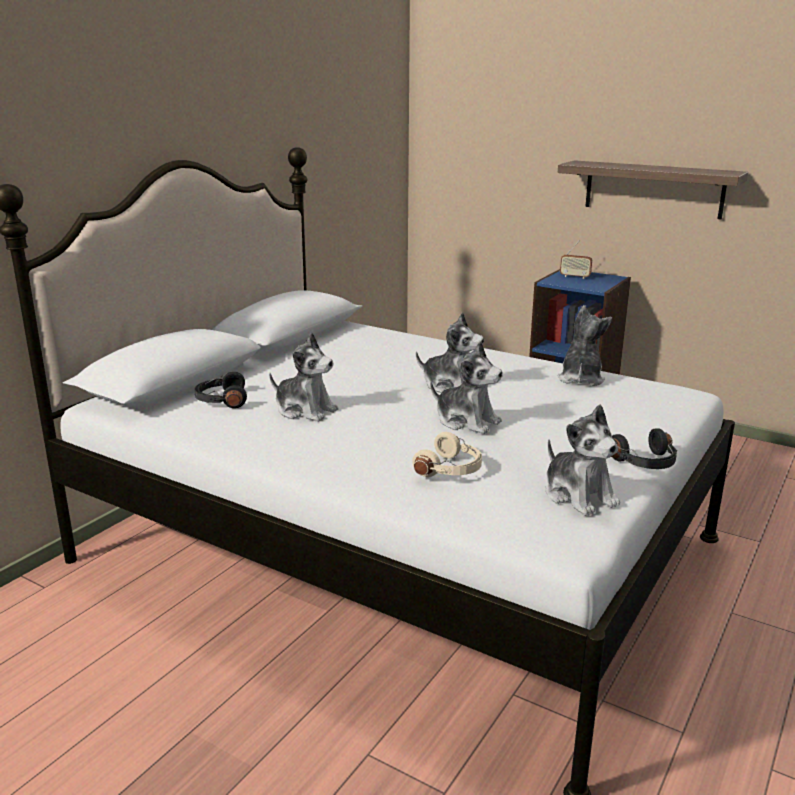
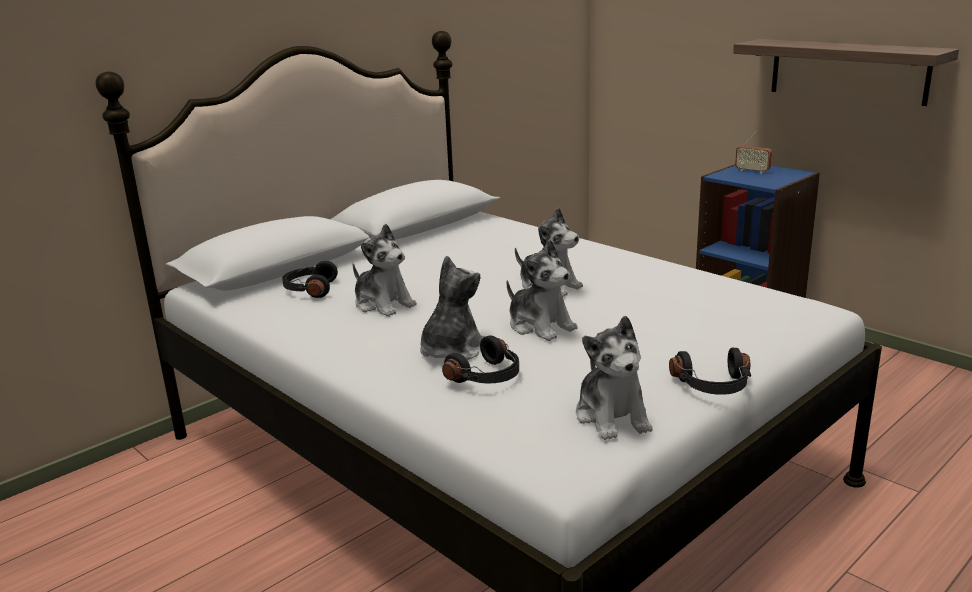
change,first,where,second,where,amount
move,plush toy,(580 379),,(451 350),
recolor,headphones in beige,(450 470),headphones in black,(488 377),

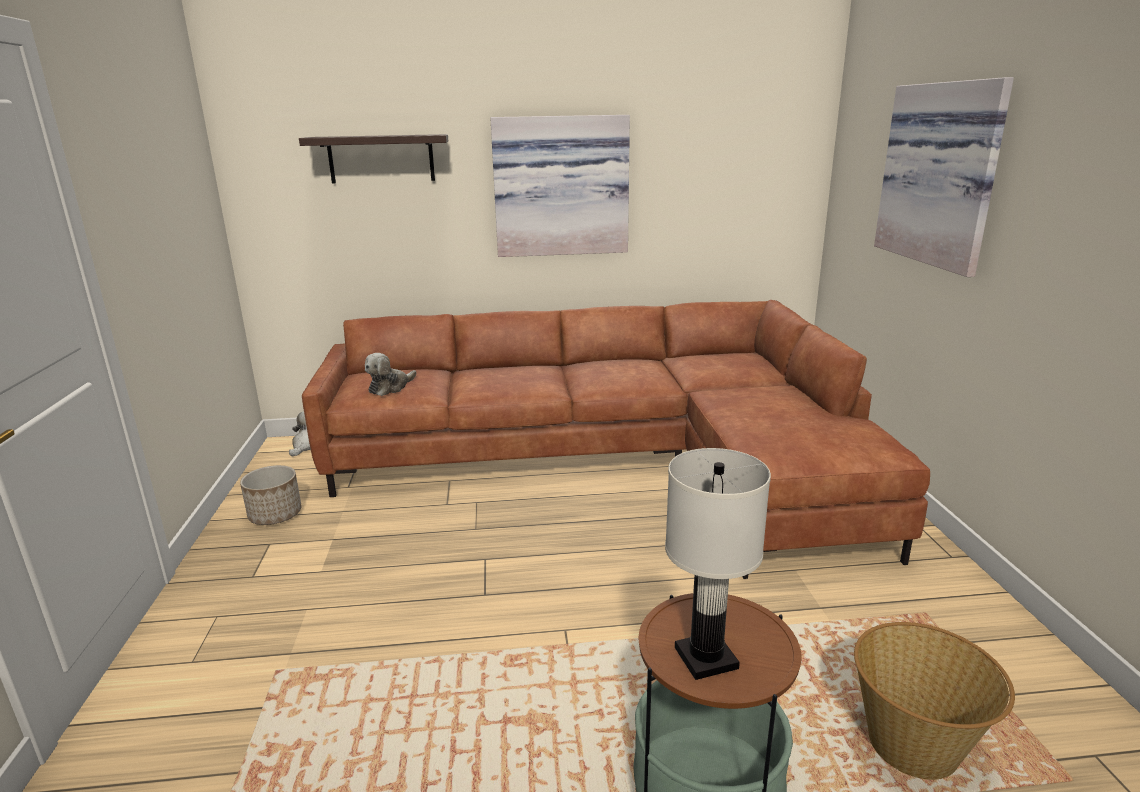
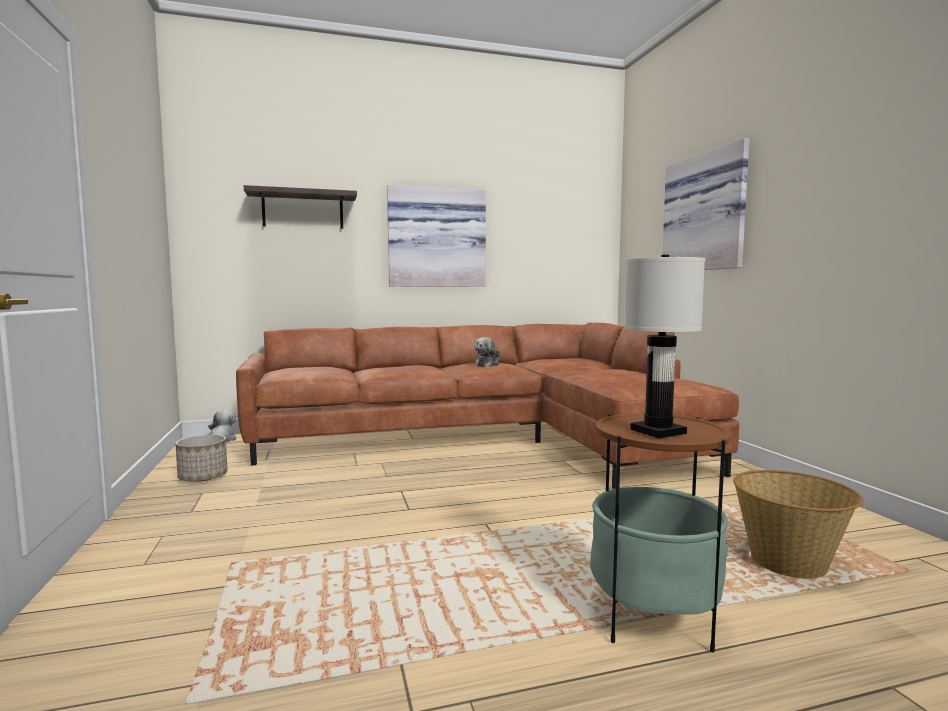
change,first,where,second,where,amount
move,plush toy,(390 387),,(488 364),

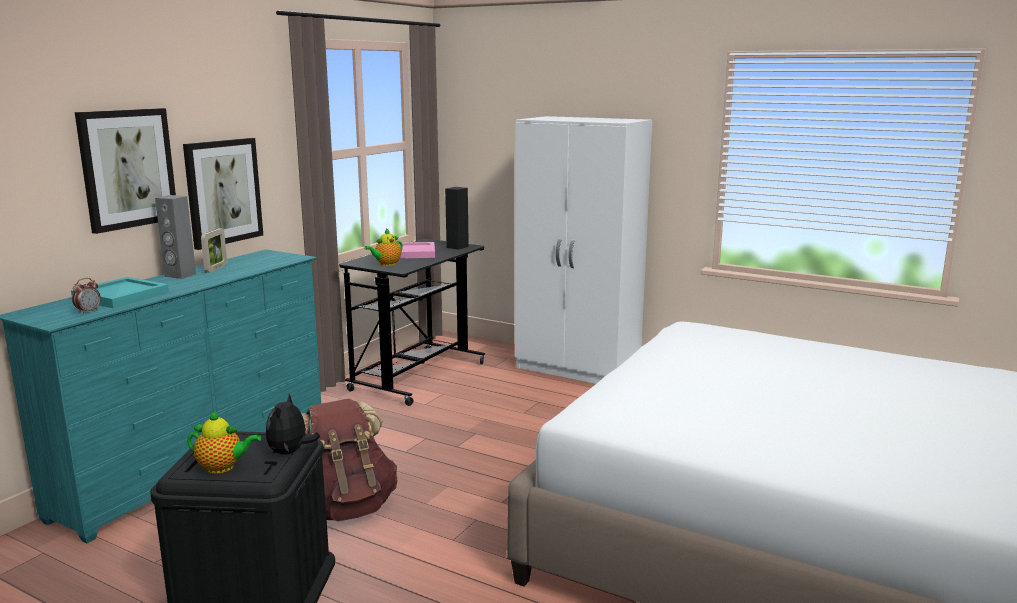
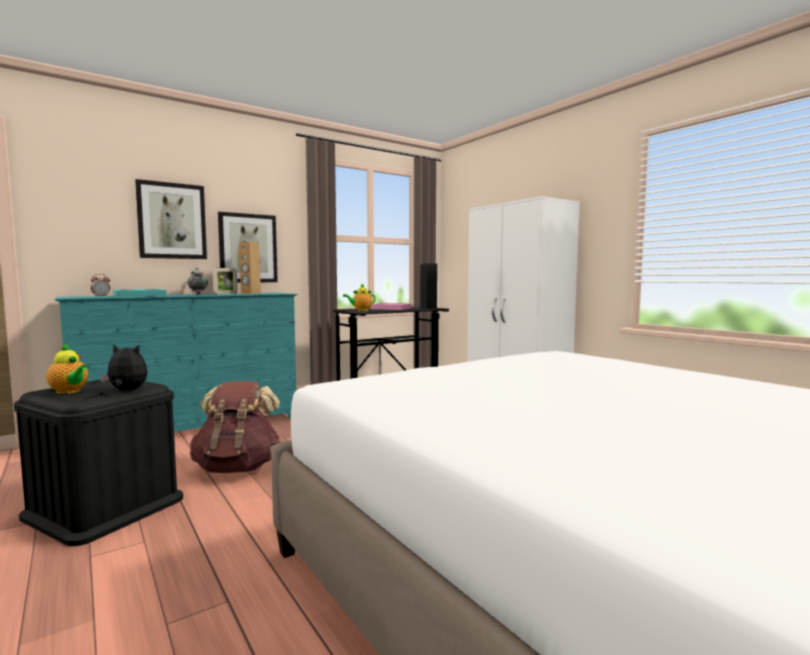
change,first,where,second,where,amount
rotate,plush toy,(290 452),,(127 390),60 degrees clockwise
replace,speaker in grey,(180 275),teapot,(197 294),
insert,,,speaker in brown,(250 293),

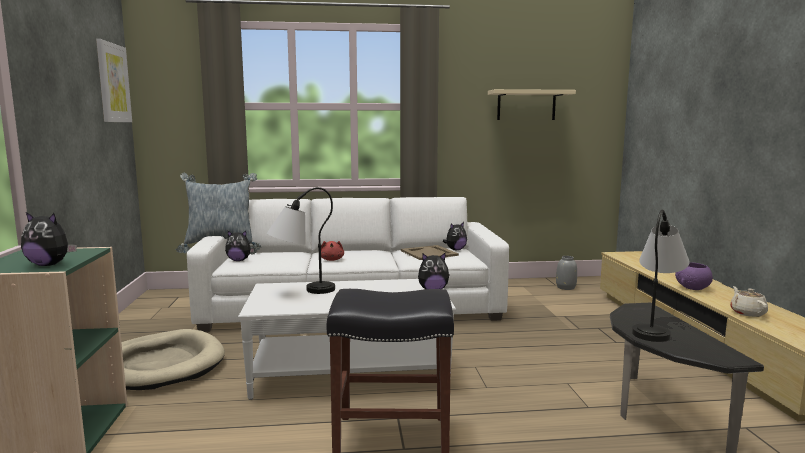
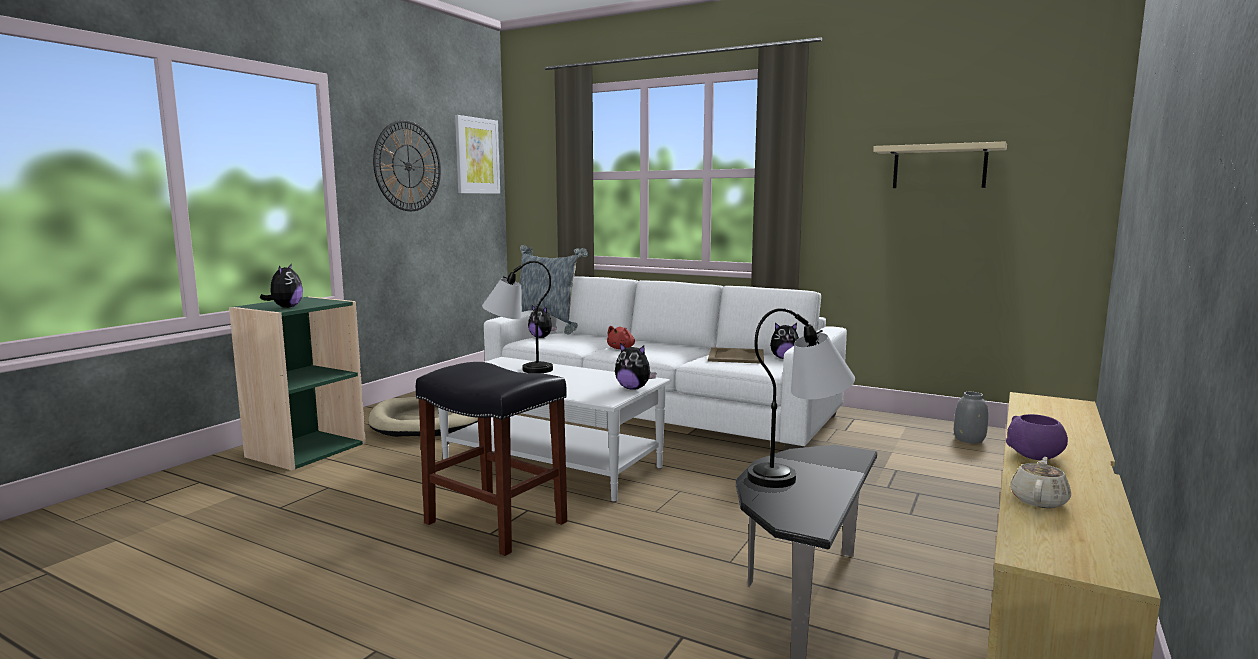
change,first,where,second,where,amount
rotate,plush toy,(49 265),,(286 307),135 degrees counterclockwise
insert,,,wall clock,(408 166),

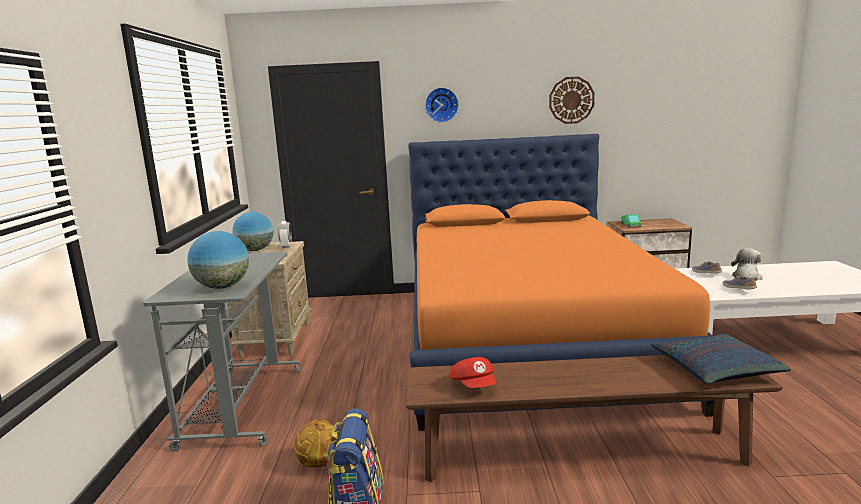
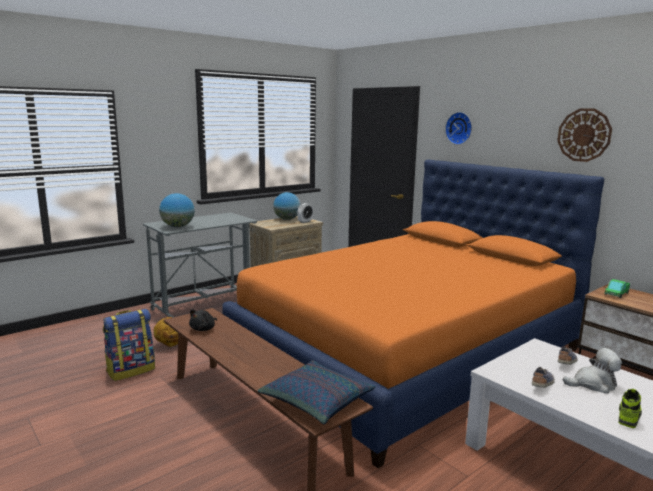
change,first,where,second,where,amount
replace,cap in red,(474 386),plush toy in black,(203 329),
insert,,,shoe,(628 415),

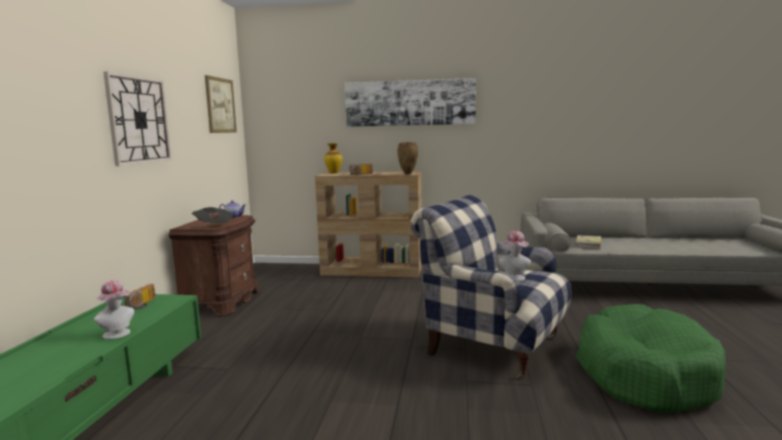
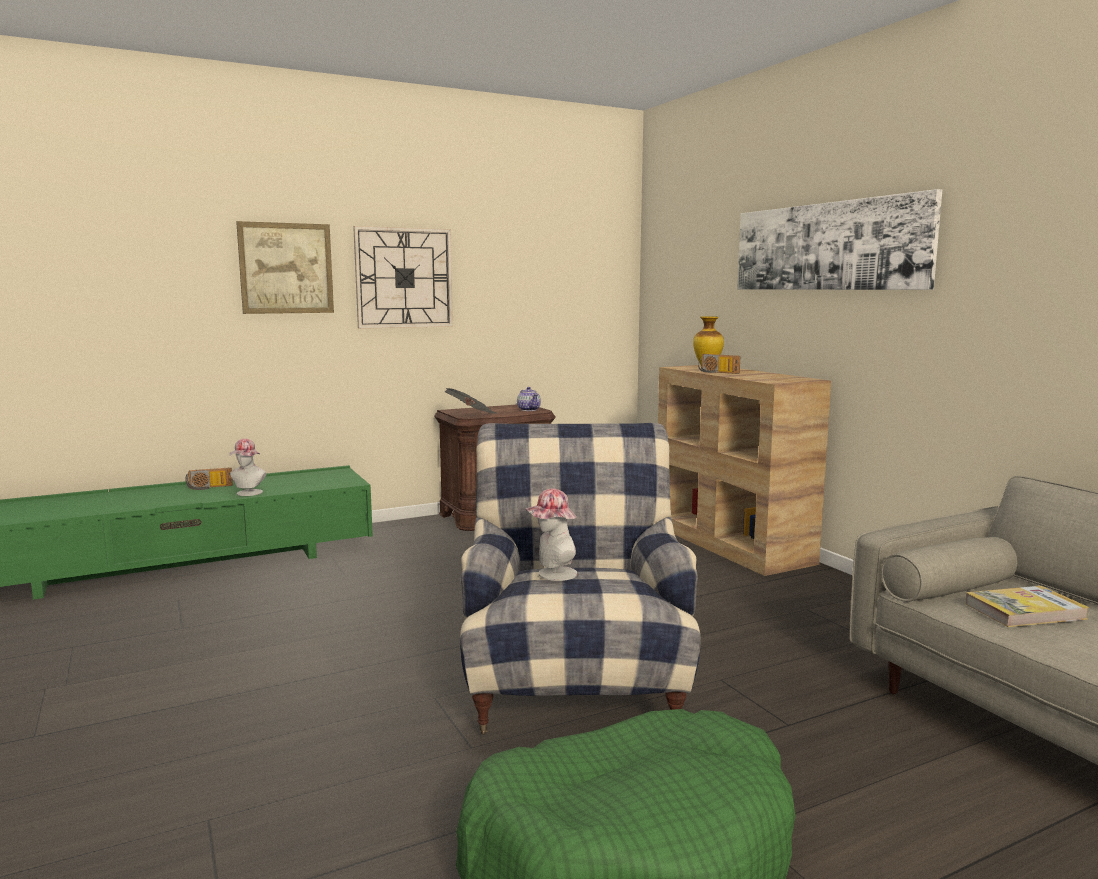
change,first,where,second,where,amount
move,radio,(143 305),,(209 487),
move,picture,(220 105),,(286 268),
delete,vase in brown,(408 174),,,

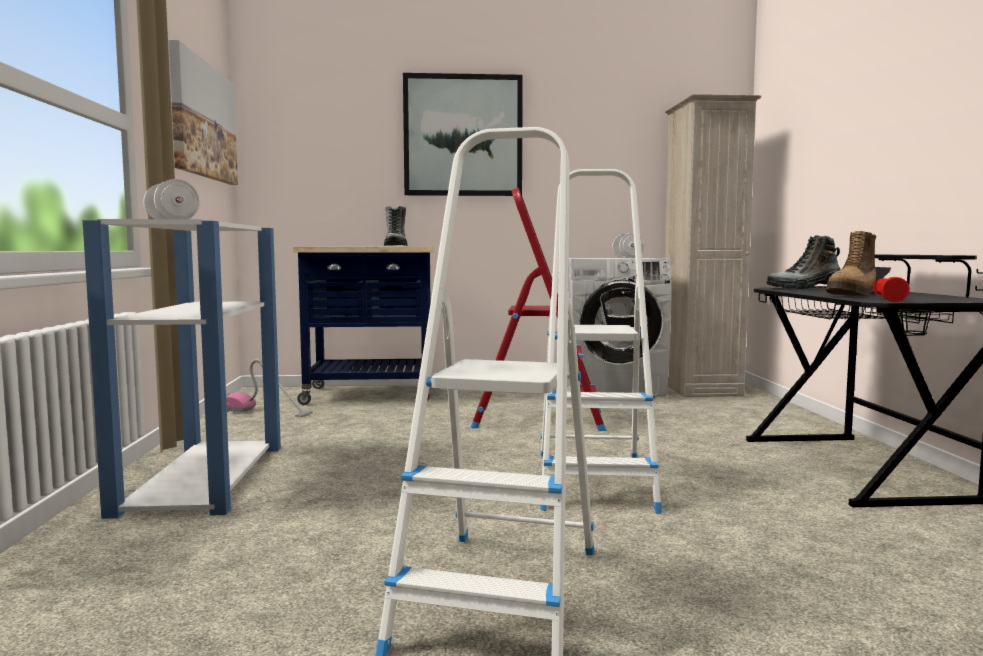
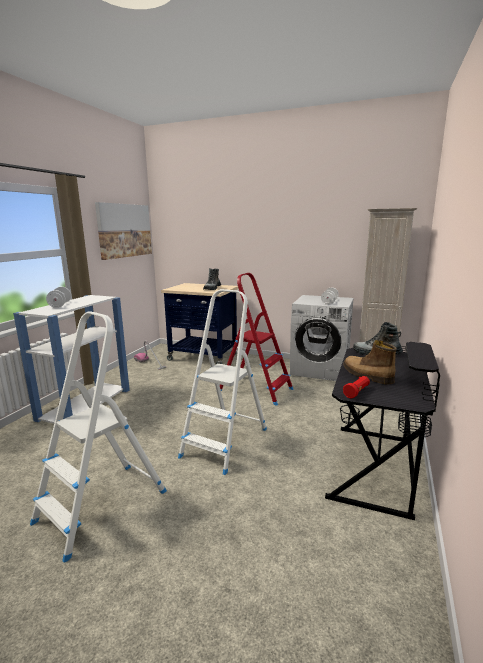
change,first,where,second,where,amount
rotate,boot,(853 295),,(366 375),75 degrees clockwise
delete,picture,(463 135),,,

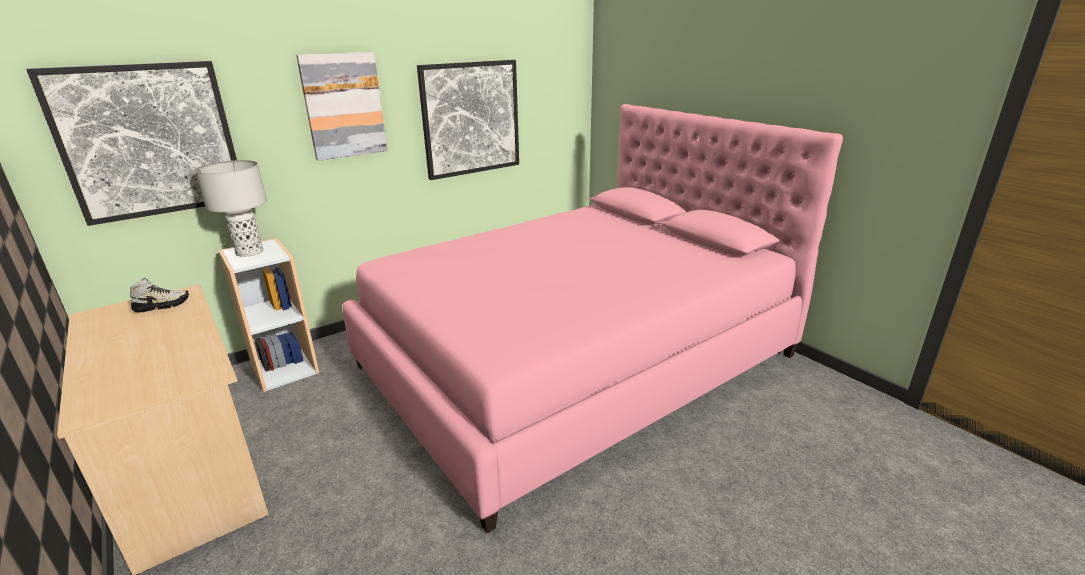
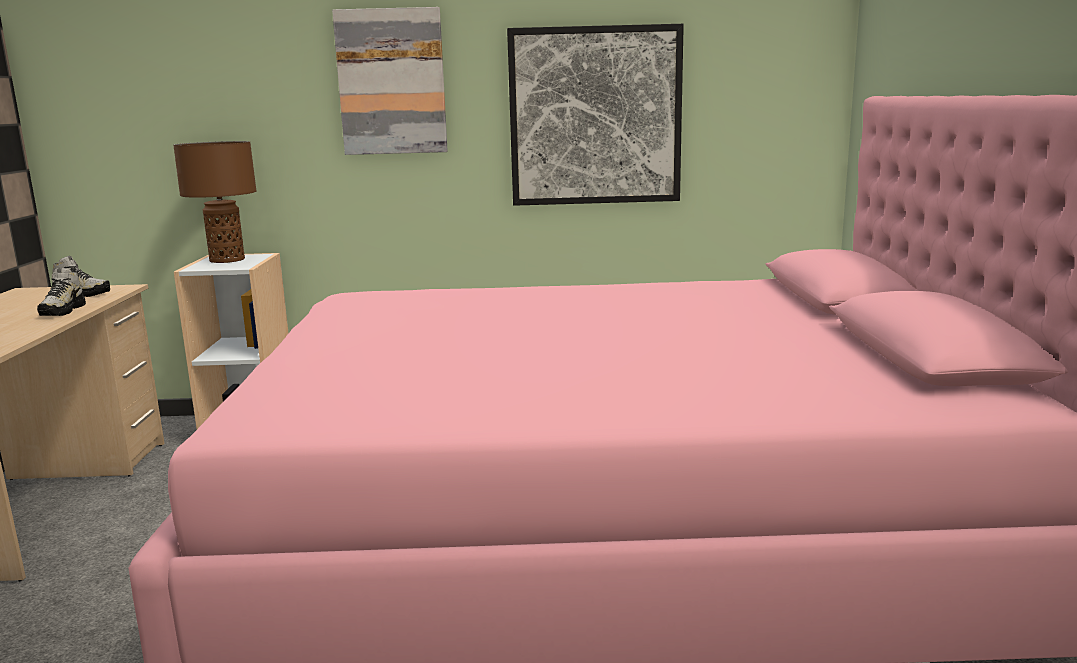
change,first,where,second,where,amount
insert,,,shoe,(63 311),
recolor,table lamp in white,(250 251),table lamp in brown,(228 259),
delete,picture,(149 141),,,

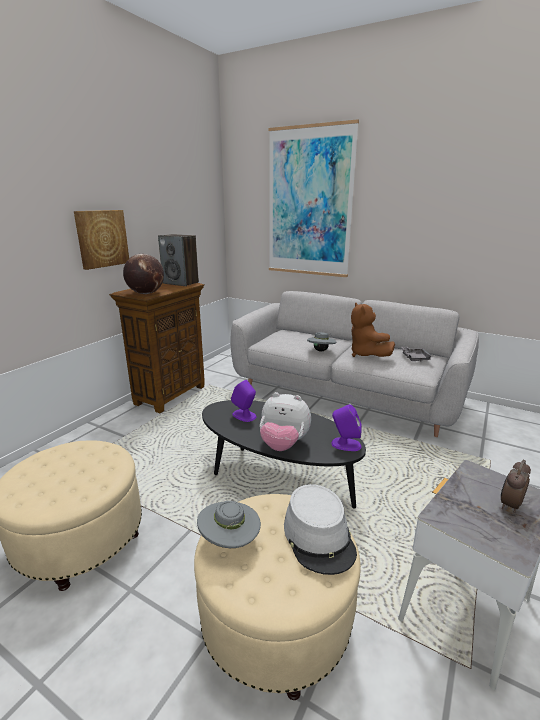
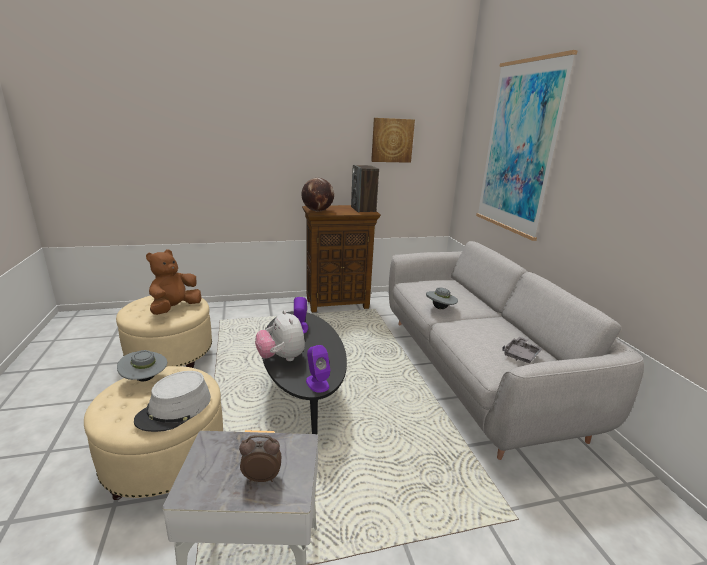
change,first,where,second,where,amount
move,plush toy in brown,(366 354),,(175 309),
move,picture,(102 238),,(392 140),

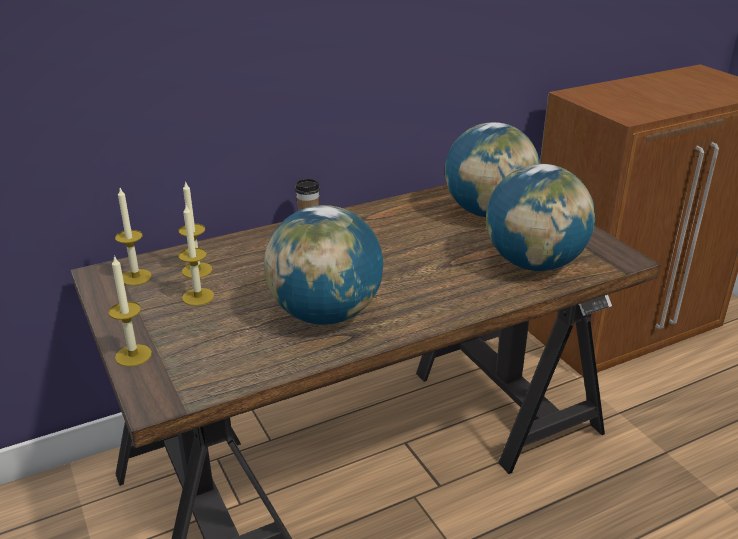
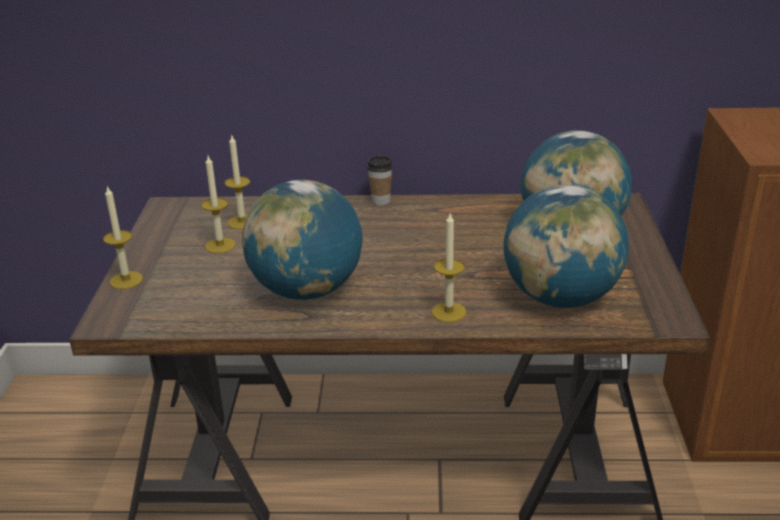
change,first,where,second,where,amount
move,candle,(136 277),,(448 312),

